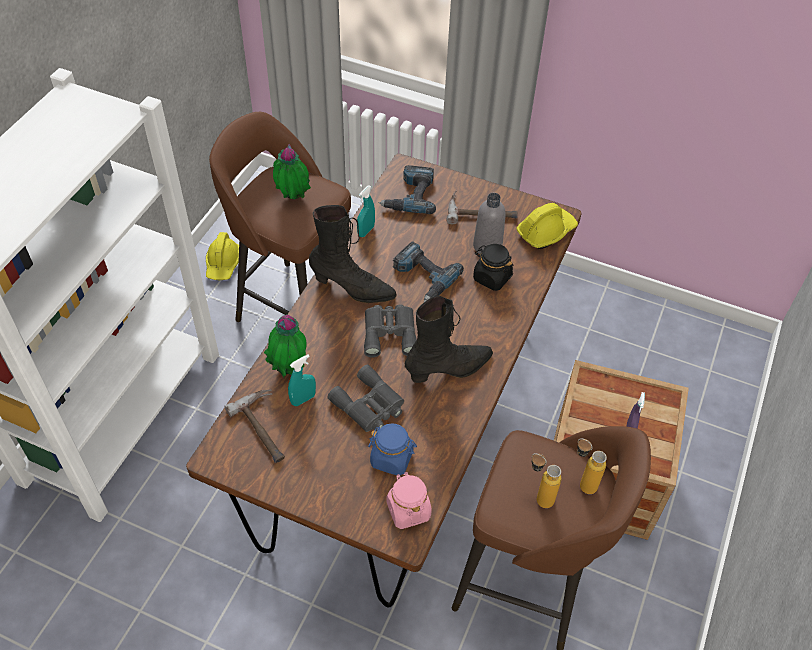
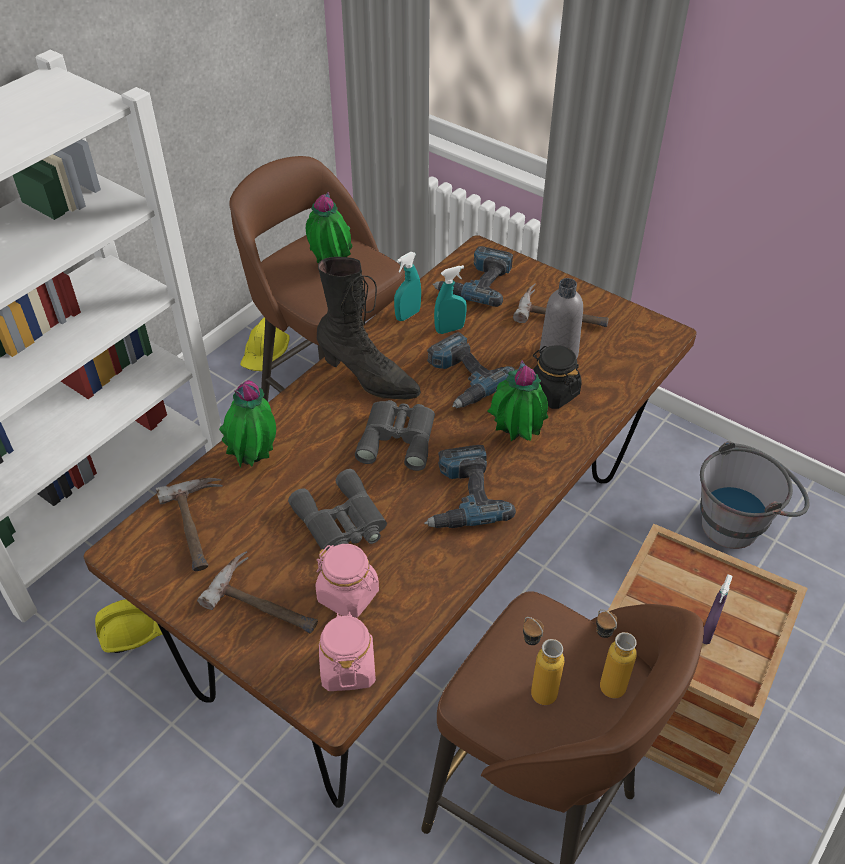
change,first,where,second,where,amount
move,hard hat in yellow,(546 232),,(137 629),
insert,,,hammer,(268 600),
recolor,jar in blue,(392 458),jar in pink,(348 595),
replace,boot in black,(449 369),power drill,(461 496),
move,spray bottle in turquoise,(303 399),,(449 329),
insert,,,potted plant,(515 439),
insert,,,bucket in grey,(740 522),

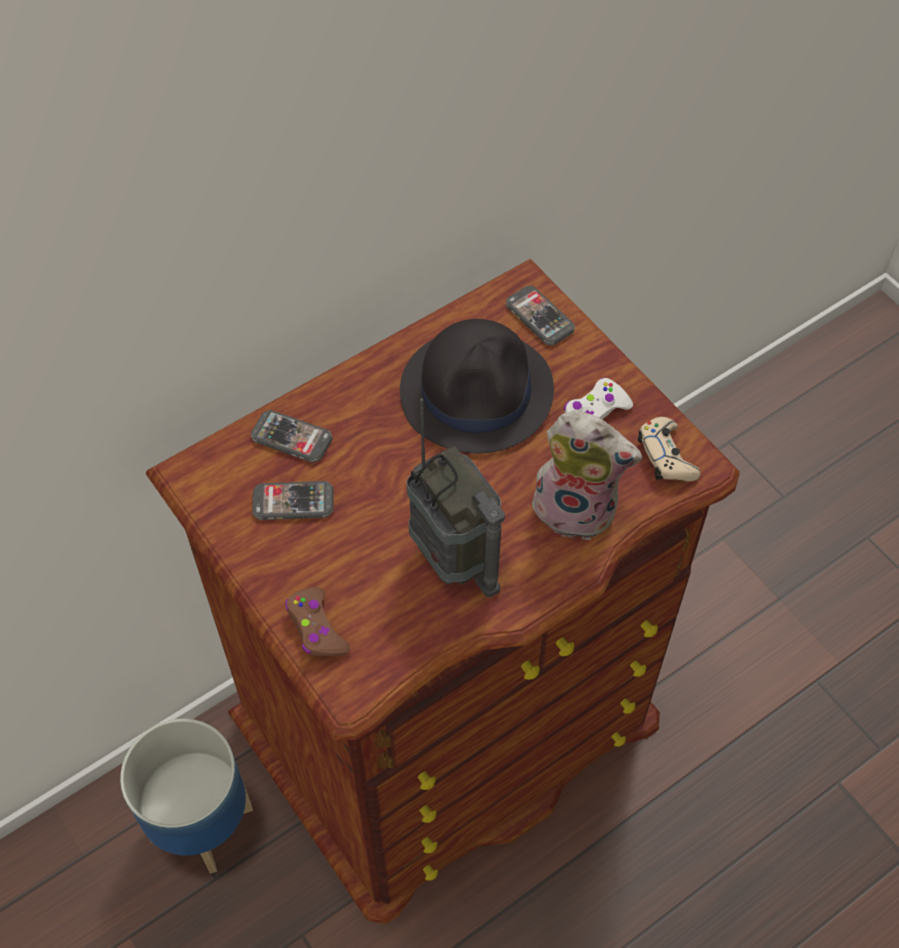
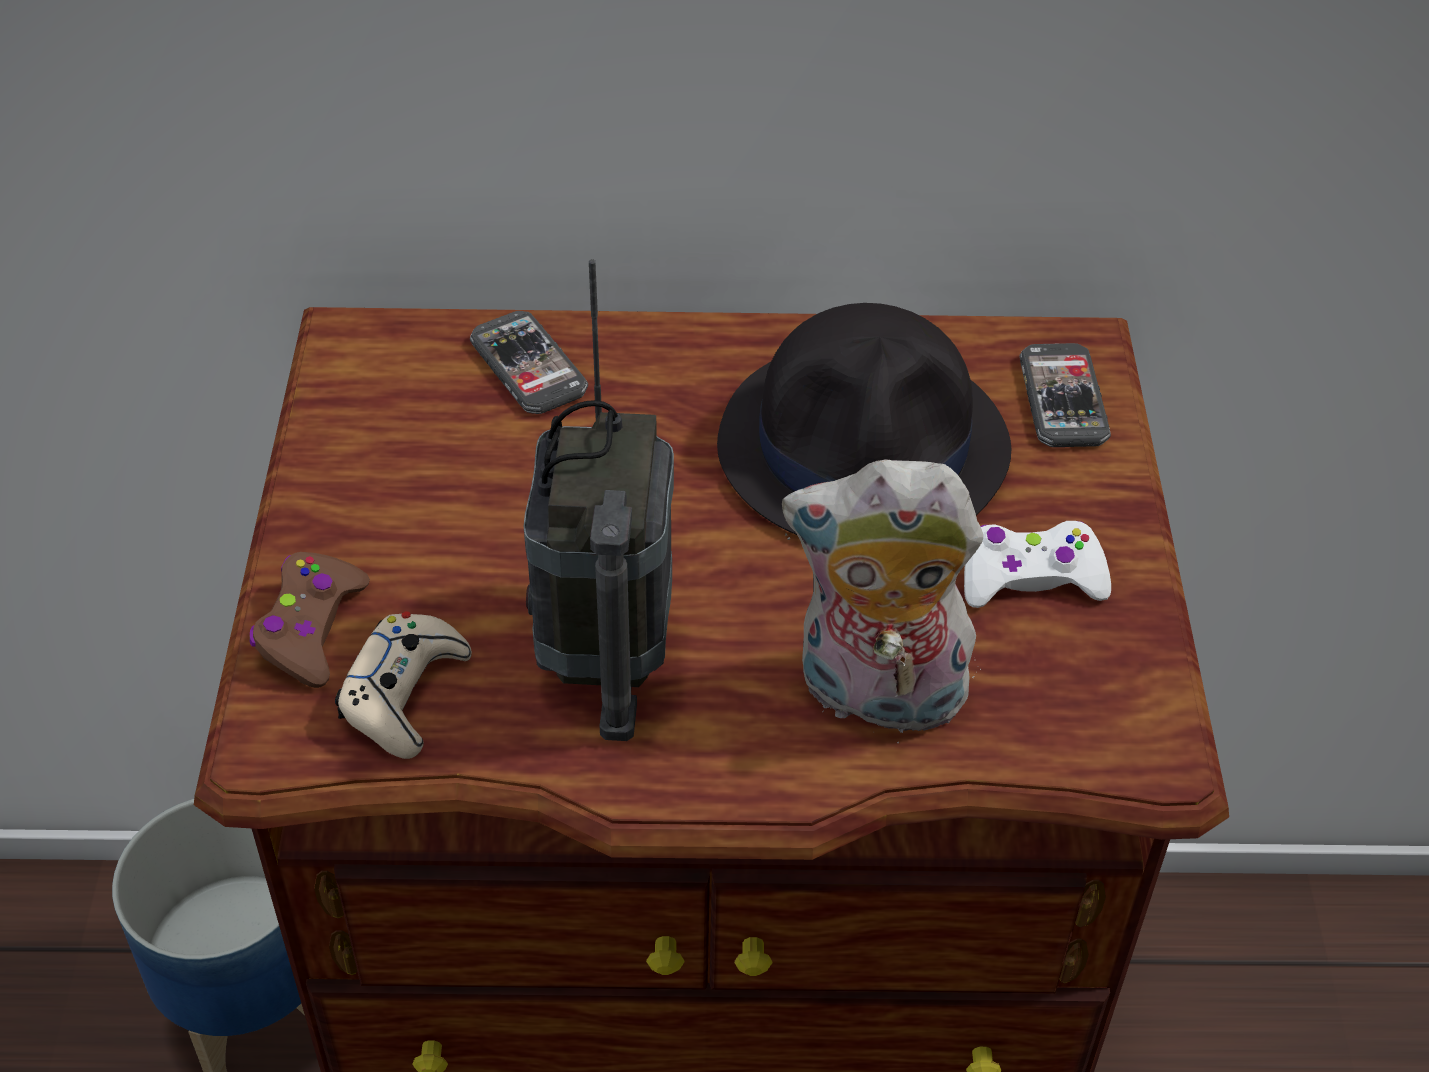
change,first,where,second,where,amount
move,game controller in beige,(666 456),,(404 695),
rotate,plush toy,(577 508),,(875 696),135 degrees clockwise
delete,phone,(293 502),,,

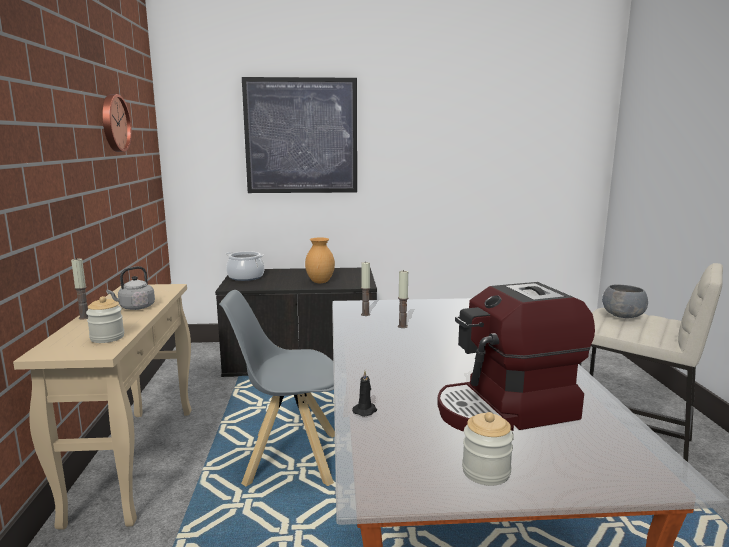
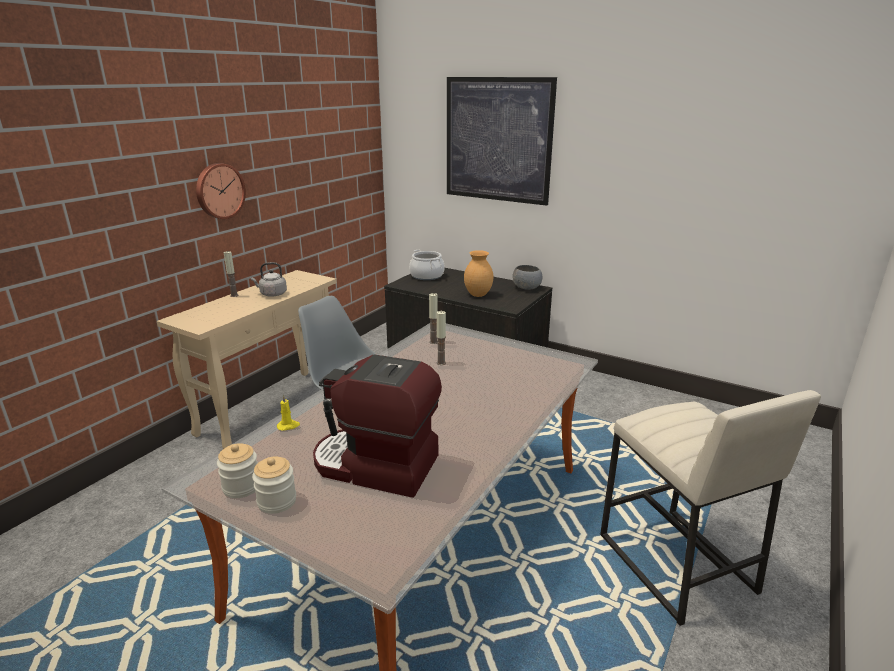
change,first,where,second,where,amount
move,wall clock,(114 123),,(219 191),
move,jar,(107 338),,(241 487),
recolor,candle in black,(365 410),candle in yellow,(288 426),
move,bowl in grey,(623 316),,(527 288),

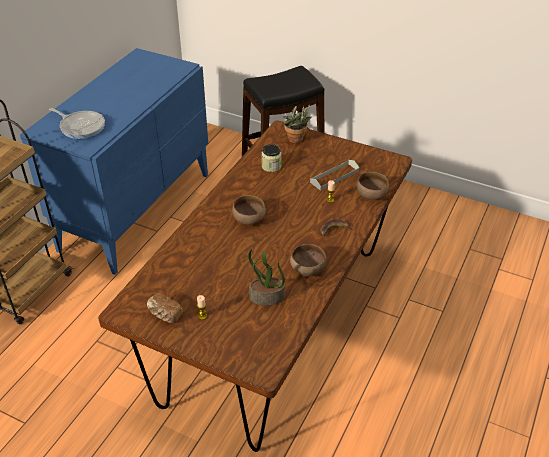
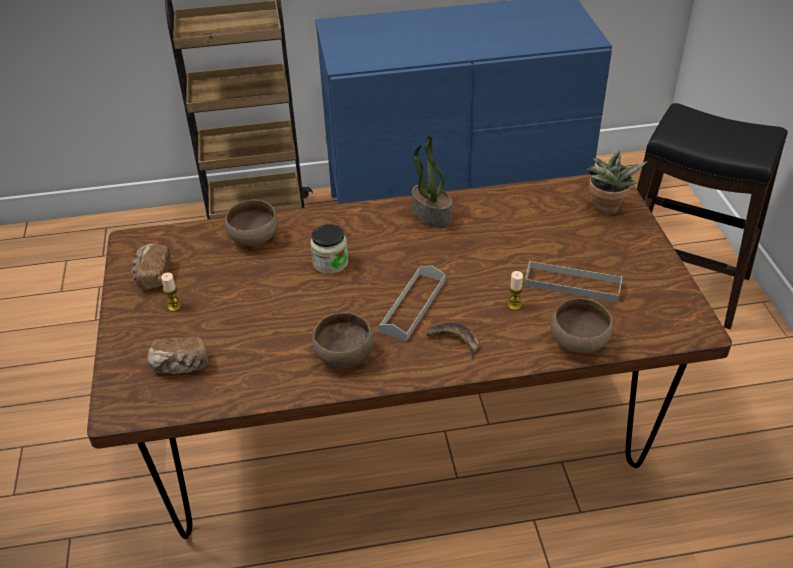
change,first,where,second,where,amount
insert,,,bread,(180 366),
move,bowl in brown,(249 219),,(254 238),
move,jar,(271 166),,(330 263),
insert,,,tray in grey,(413 306),
move,potted plant,(266 297),,(430 215),
delete,frying pan,(81 126),,,

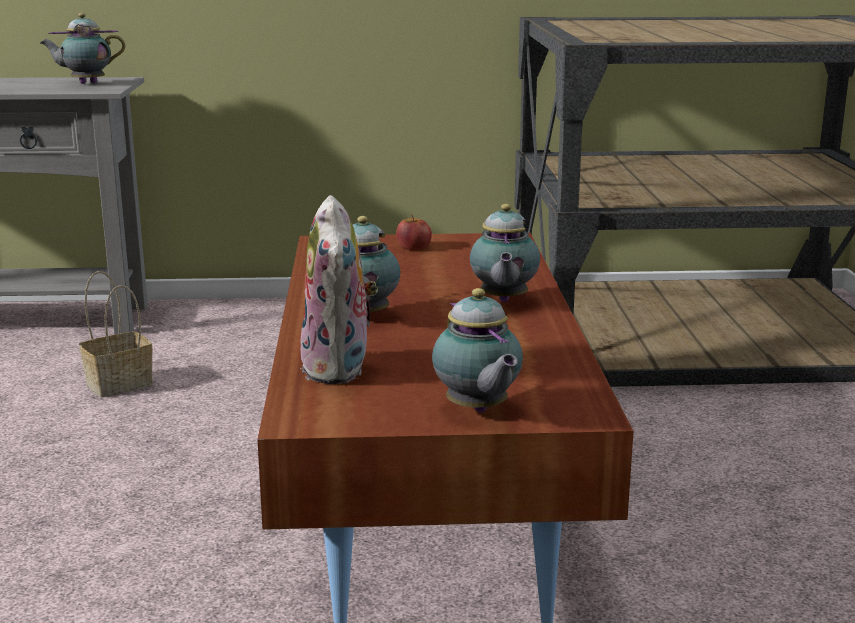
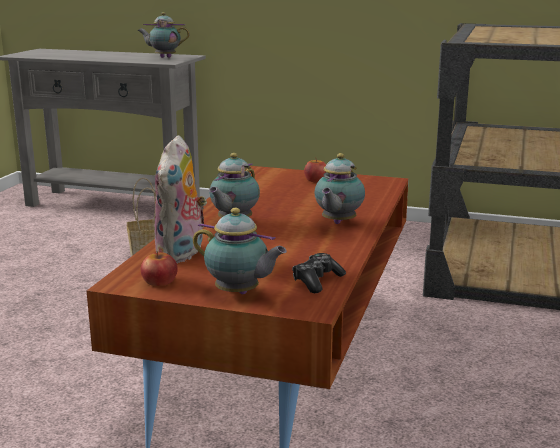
change,first,where,second,where,amount
insert,,,apple,(159 281),
rotate,teapot,(477 410),,(239 293),60 degrees counterclockwise
insert,,,game controller,(317 281),

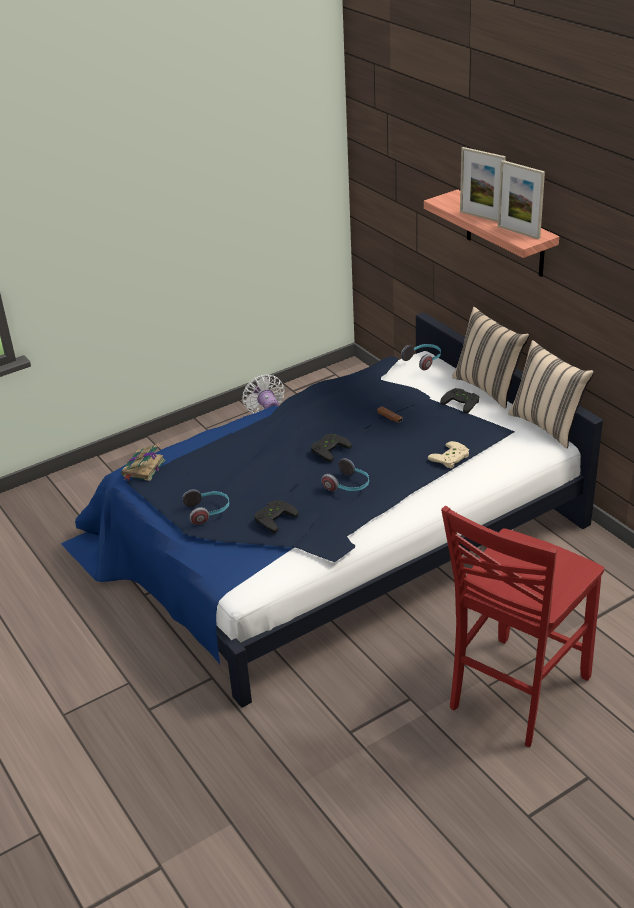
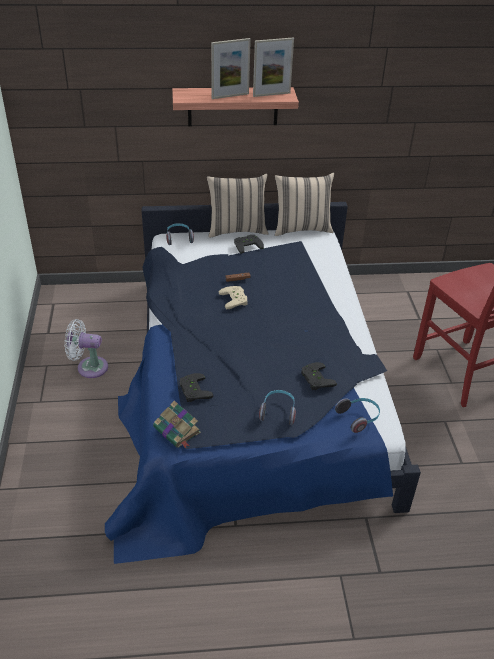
change,first,where,second,where,amount
move,game controller in black,(328 449),,(193 390),
move,game controller in beige,(451 458),,(235 299),
move,headphones,(348 486),,(359 418),

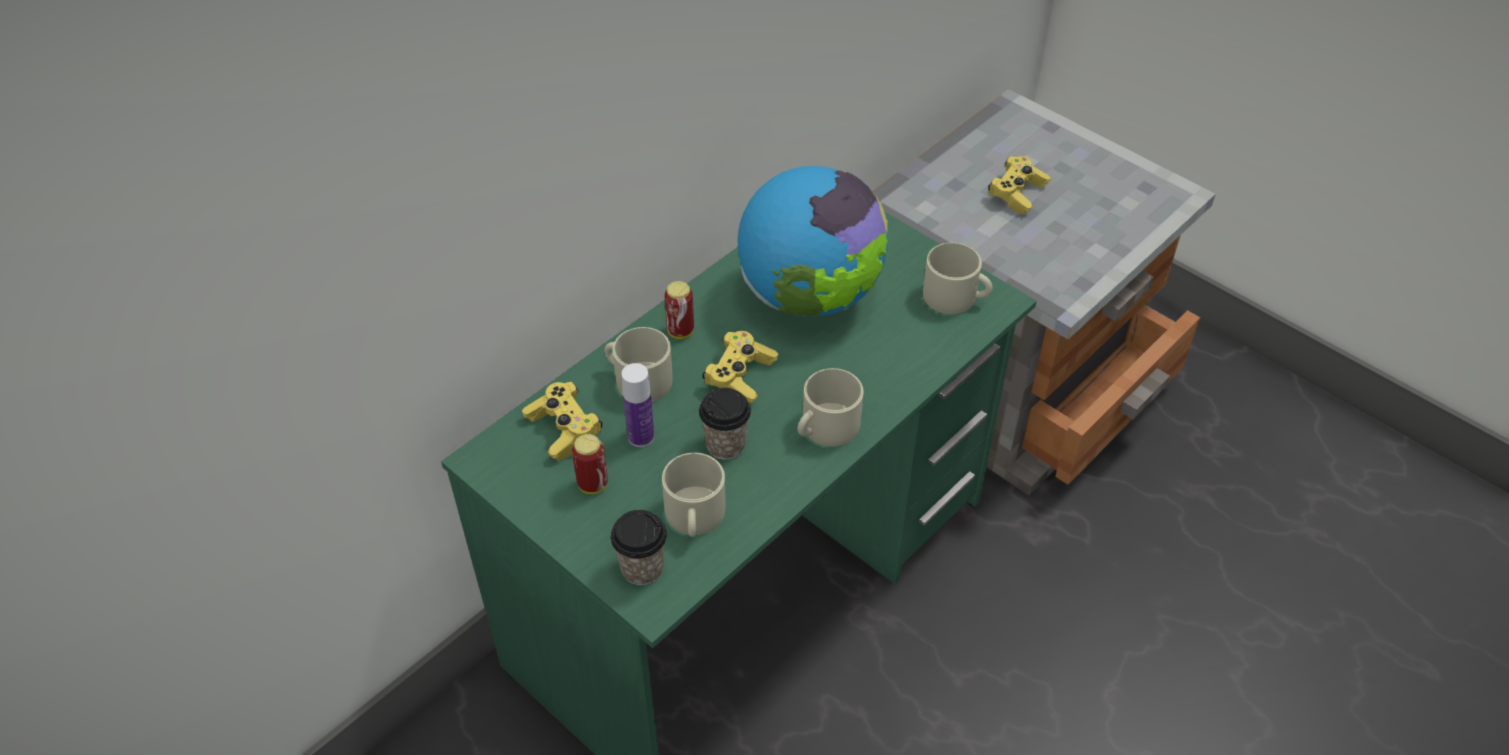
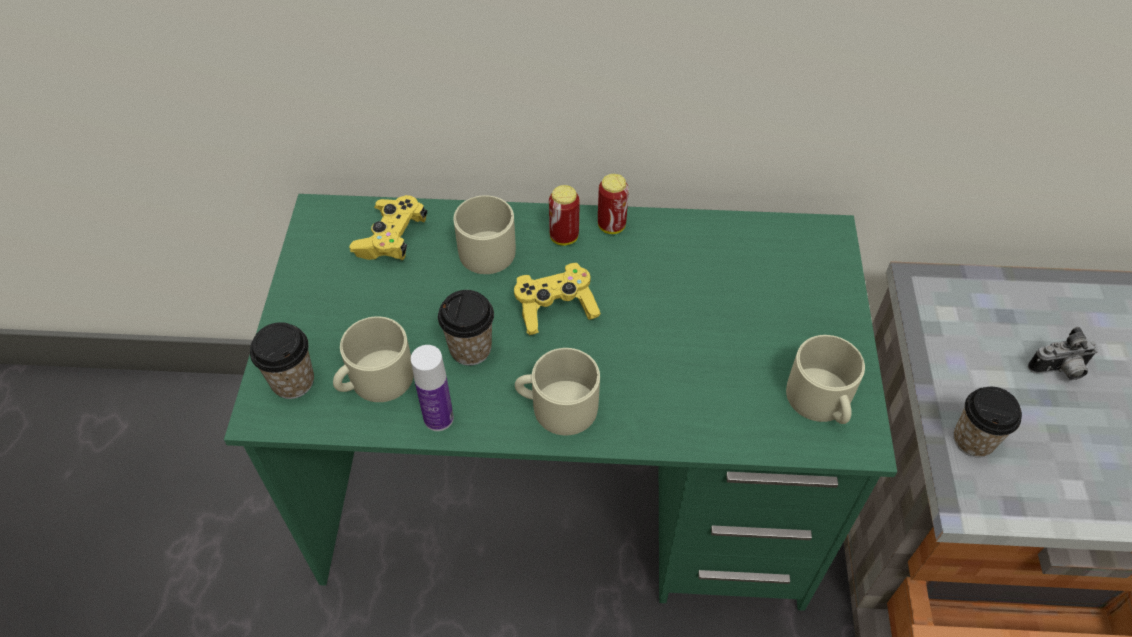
change,first,where,second,where,amount
move,bottle,(641 437),,(438 418),
move,can,(593 484),,(611 226),
insert,,,cup,(973 440),
replace,game controller in yellow,(1017 193),photo camera,(1059 370),
delete,globe,(810 297),,,

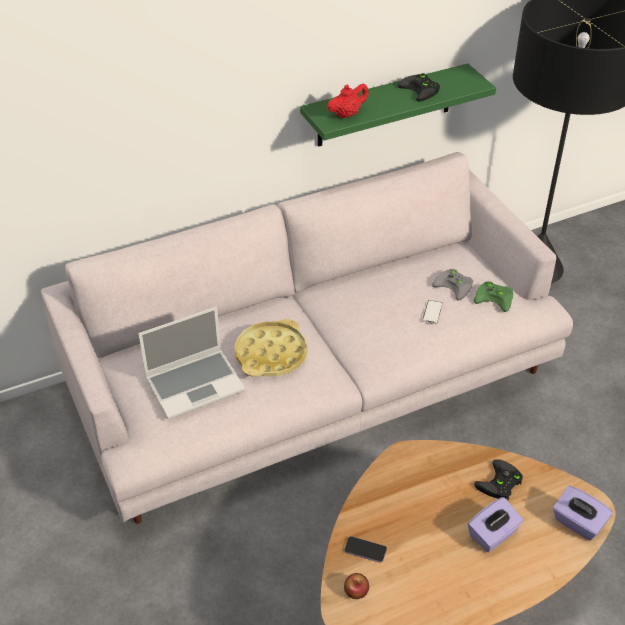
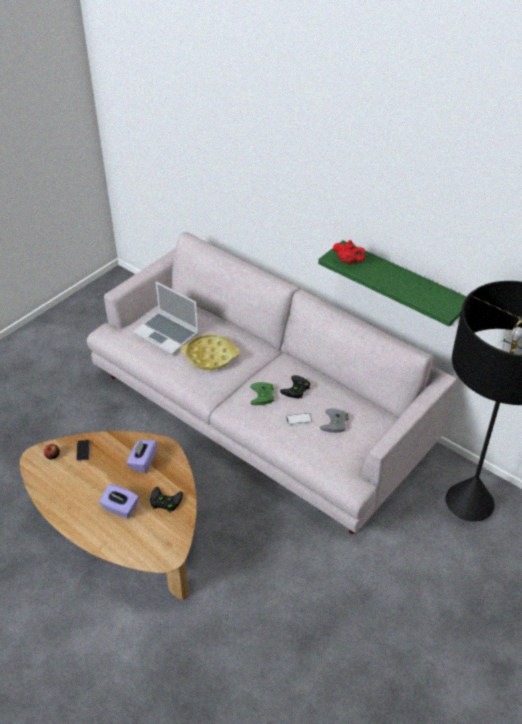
change,first,where,second,where,amount
move,tissue box in purple,(578 523),,(143 462),
move,game controller in green,(495 298),,(263 396),
move,game controller in black,(421 90),,(296 390),

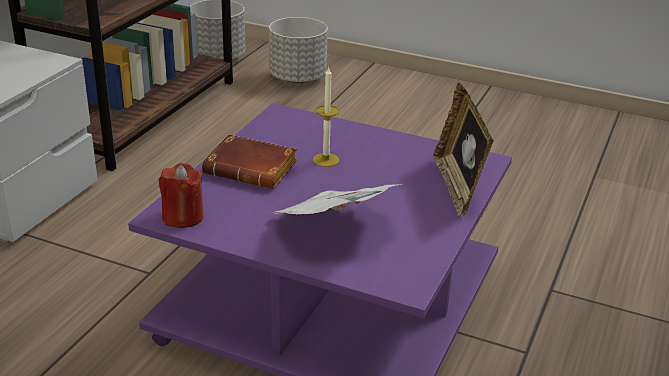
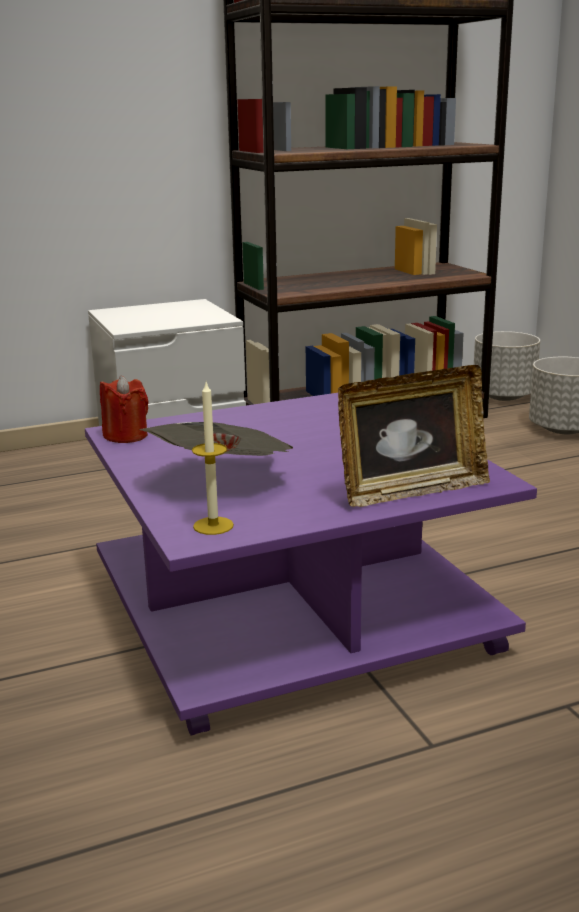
change,first,where,second,where,amount
move,candle,(326 160),,(213 526),
rotate,picture frame,(457 187),,(411 491),150 degrees counterclockwise
delete,book in brown,(253 169),,,

